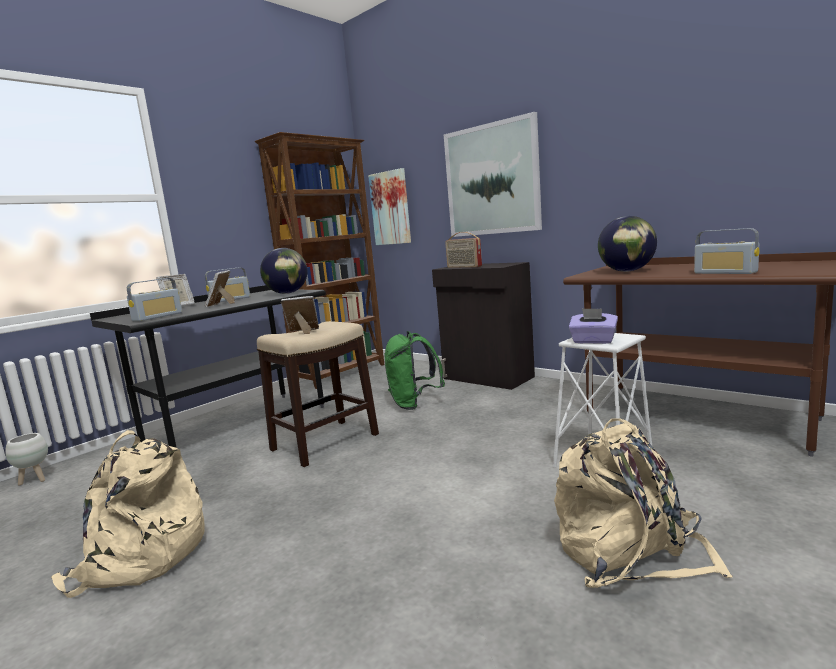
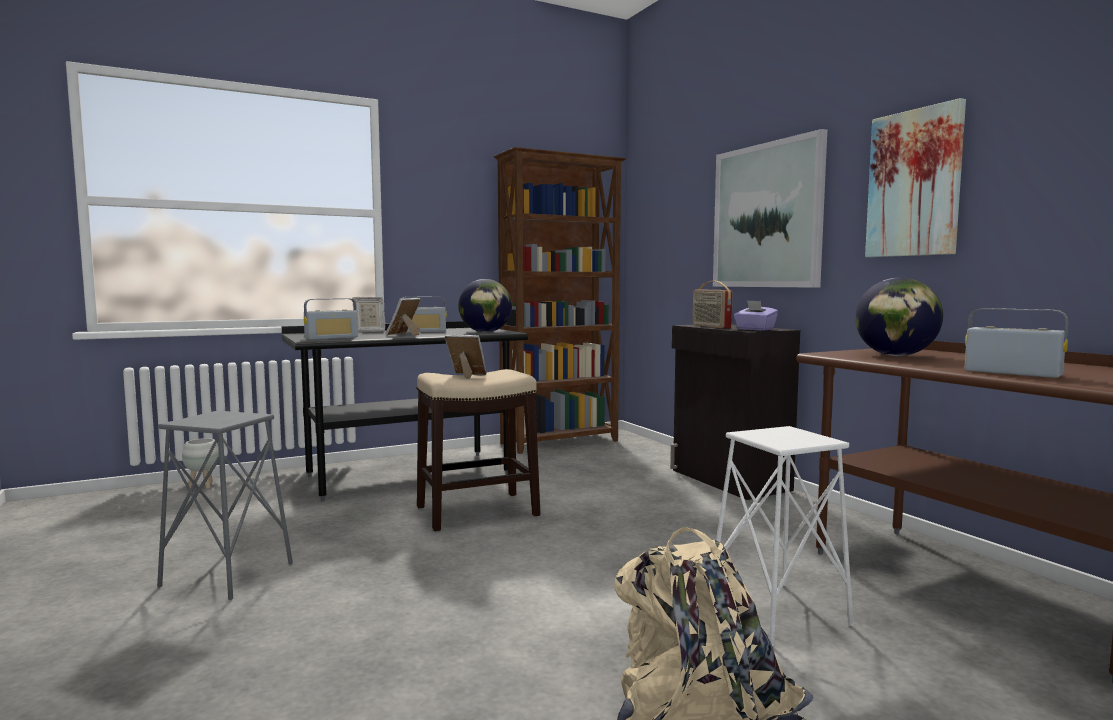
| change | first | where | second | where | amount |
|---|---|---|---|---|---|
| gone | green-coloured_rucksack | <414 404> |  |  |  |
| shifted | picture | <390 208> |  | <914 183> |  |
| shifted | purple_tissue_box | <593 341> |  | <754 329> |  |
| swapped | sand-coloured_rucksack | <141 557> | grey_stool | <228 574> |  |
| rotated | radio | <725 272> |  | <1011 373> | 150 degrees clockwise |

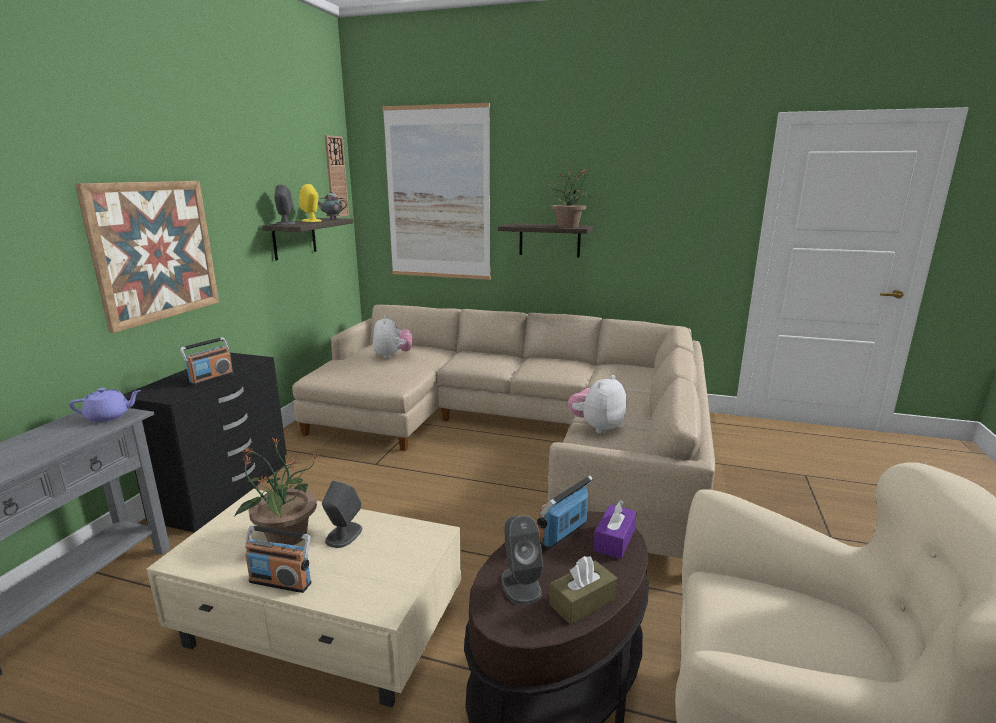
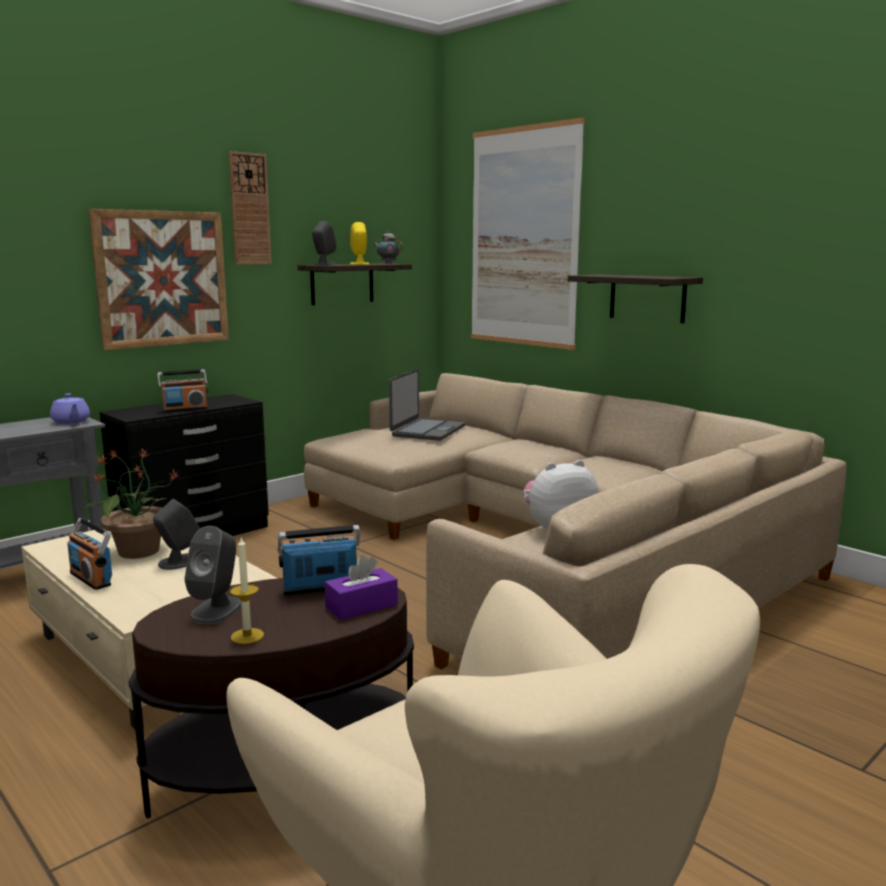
| change | first | where | second | where | amount |
|---|---|---|---|---|---|
| gone | potted_plant | <568 226> |  |  |  |
| shifted | hanging_clock | <336 177> |  | <249 209> |  |
| swapped | cuddly_toy | <393 356> | portable_computer | <427 431> |  |
| swapped | brownish_tissue_box | <582 602> | candle | <247 636> |  |
| rotated | purple_teapot | <109 416> |  | <71 422> | 45 degrees clockwise |

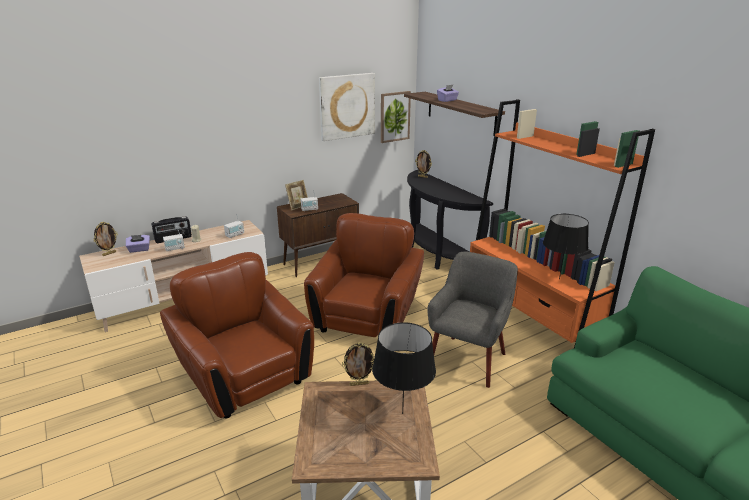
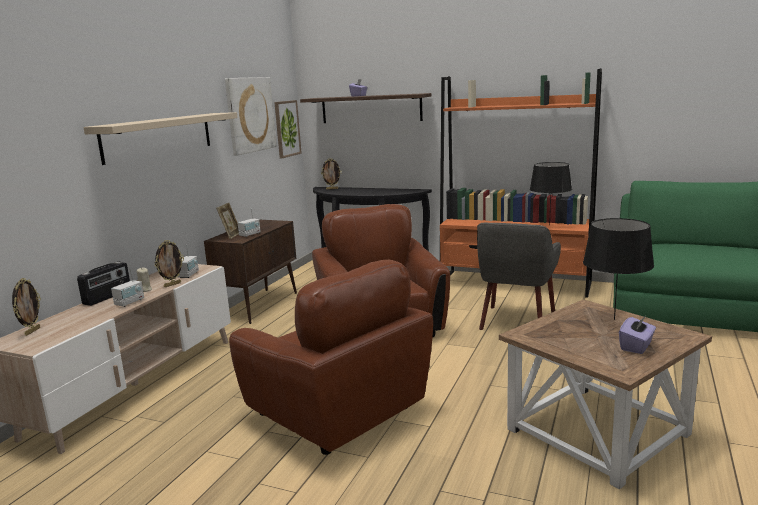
| change | first | where | second | where | amount |
|---|---|---|---|---|---|
| new |  |  | sand-coloured_wall_shelf | <159 136> |  |
| shifted | purple_tissue_box | <139 249> |  | <636 346> |  |
| shifted | picture_frame | <359 384> |  | <172 284> |  |
| rotated | brownish_easy_chair | <244 377> |  | <336 412> | 150 degrees counterclockwise |
| rotated | grey_easy_chair | <468 360> |  | <516 321> | 150 degrees counterclockwise |

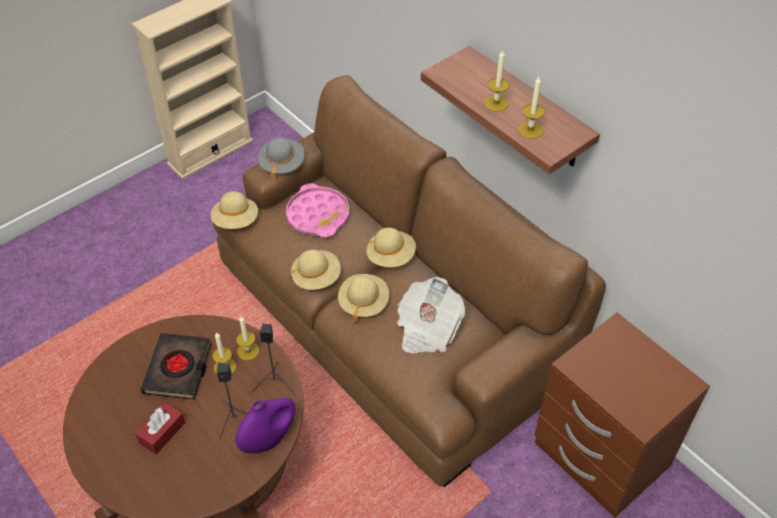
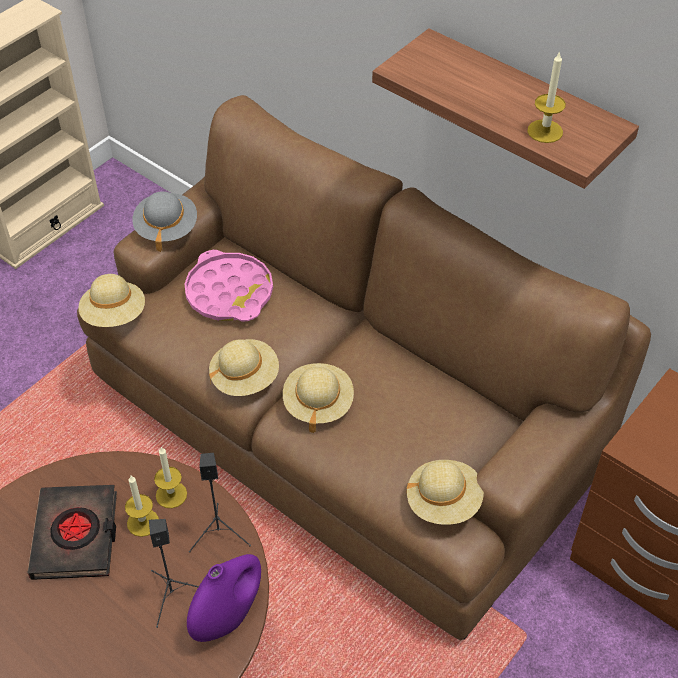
| change | first | where | second | where | amount |
|---|---|---|---|---|---|
| gone | red_tissue_box | <162 432> |  |  |  |
| gone | printed_paper | <427 329> |  |  |  |
| gone | candle | <496 103> |  |  |  |
| shifted | sand-coloured_wearable_hat | <391 256> |  | <443 501> |  |

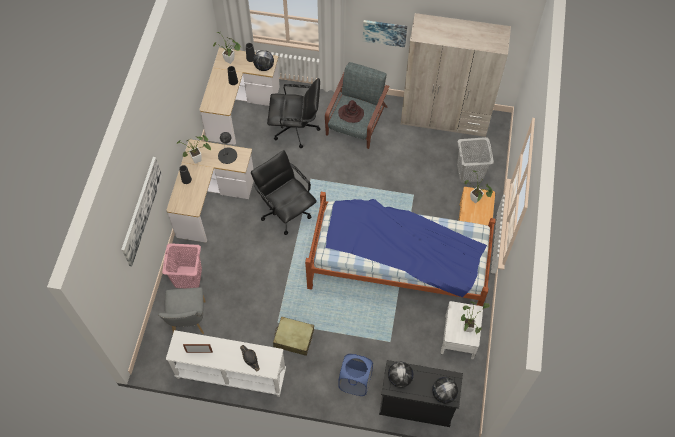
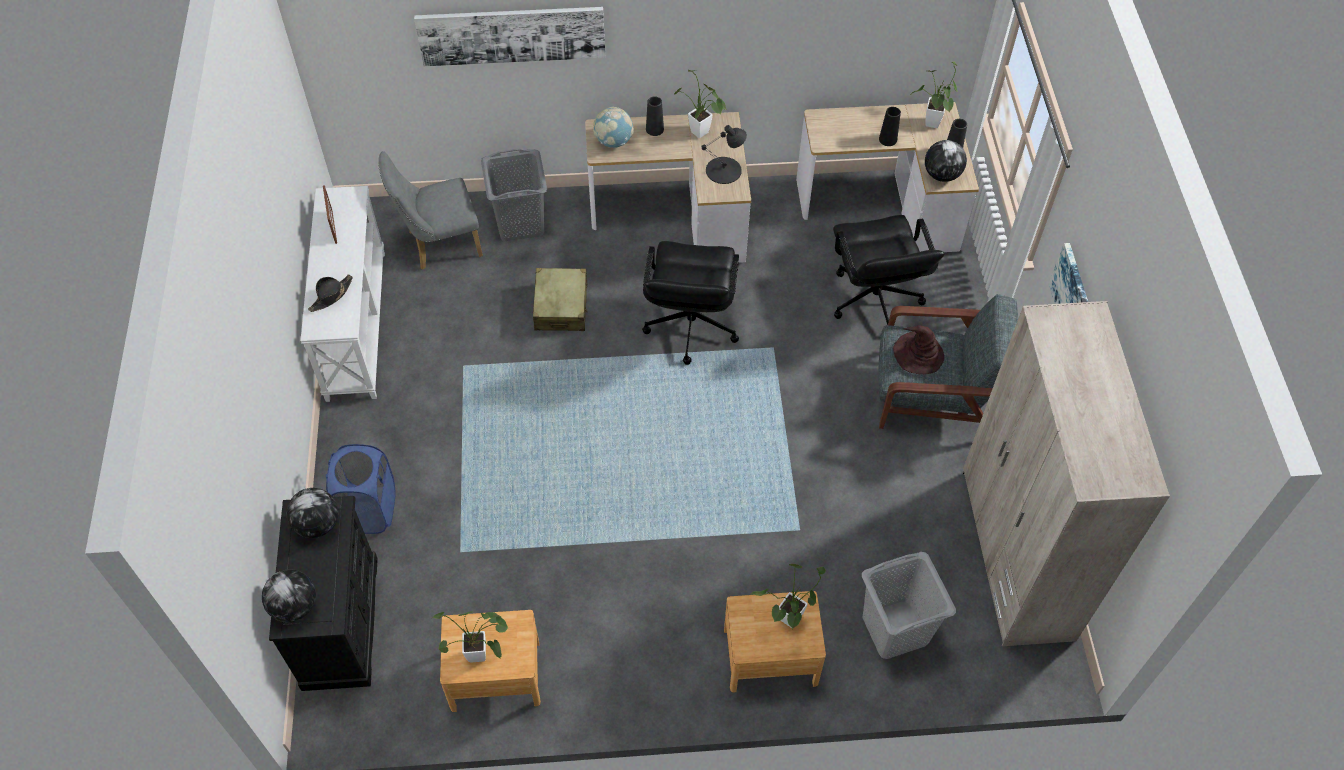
| change | first | where | second | where | amount |
|---|---|---|---|---|---|
| gone | bedroom_bed | <397 267> |  |  |  |
| new |  |  | world_globe | <614 141> |  |
| shifted | sand-coloured_suitcase | <293 338> |  | <561 307> |  |
| repainted | pinkish_hamper | <188 277> | grey_hamper | <520 223> |  |
| repainted | white_nightstand | <459 337> | brownish_nightstand | <495 675> |  |
| rotated | black-coloured_computer_chair | <286 211> |  | <690 326> | 150 degrees clockwise |

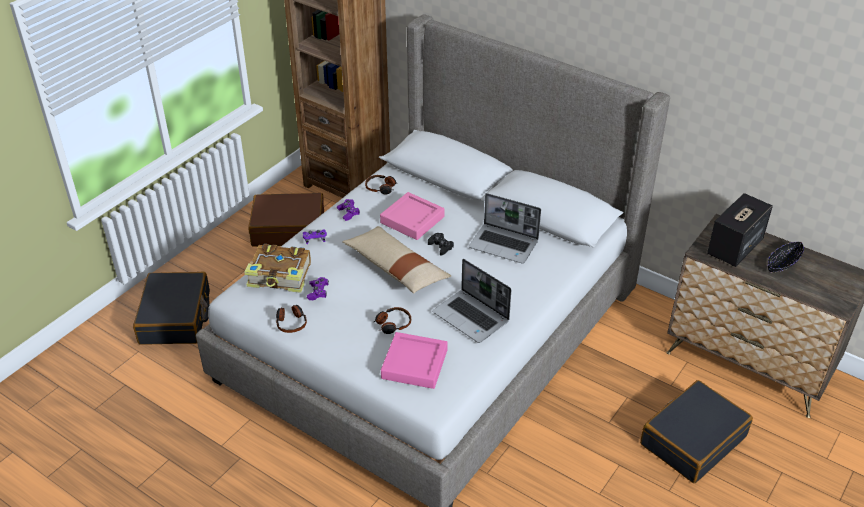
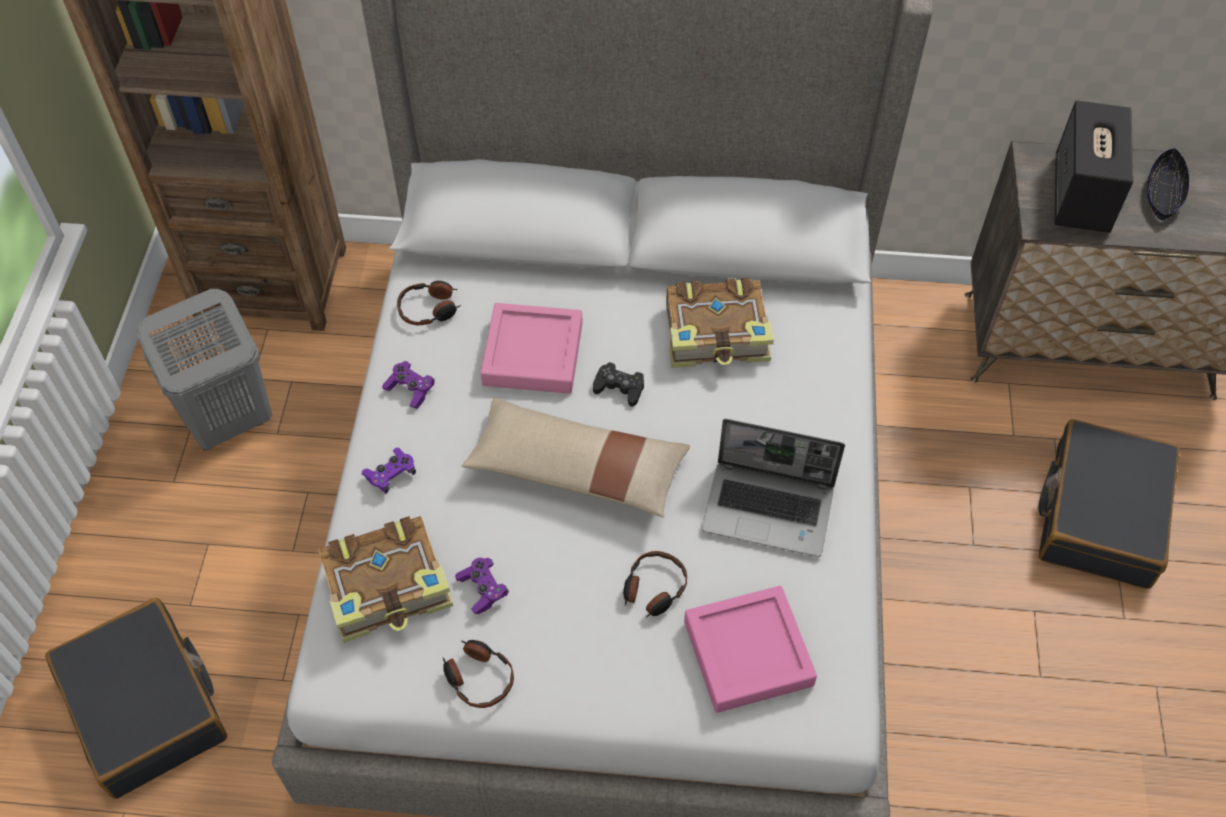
| change | first | where | second | where | amount |
|---|---|---|---|---|---|
| swapped | brownish_suitcase | <288 229> | grey_hamper | <229 422> |  |
| swapped | portable_computer | <504 244> | volume | <717 335> |  |

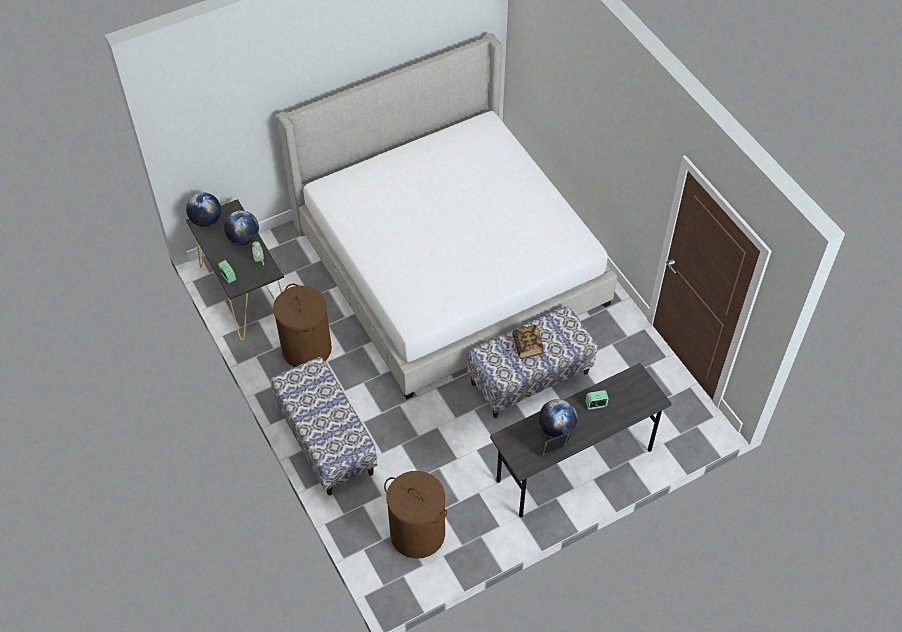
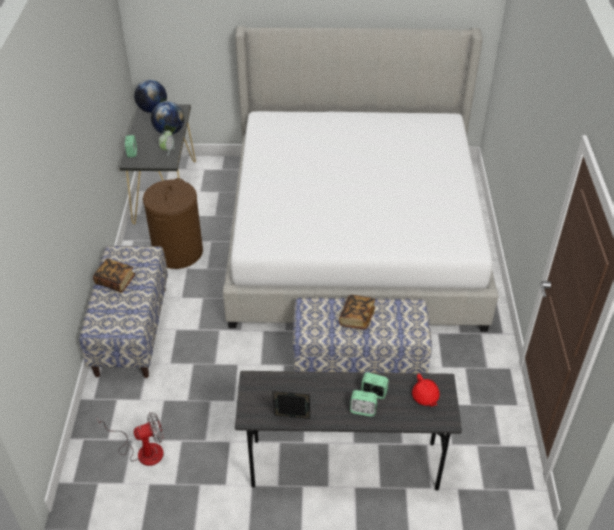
| change | first | where | second | where | amount |
|---|---|---|---|---|---|
| gone | world_globe | <556 428> |  |  |  |
| new |  |  | volume | <115 281> |  |
| new |  |  | bedside_clock | <363 410> |  |
| new |  |  | red_teapot | <425 398> |  |
| swapped | brownish_hamper | <417 534> | electric_fan | <142 450> |  |

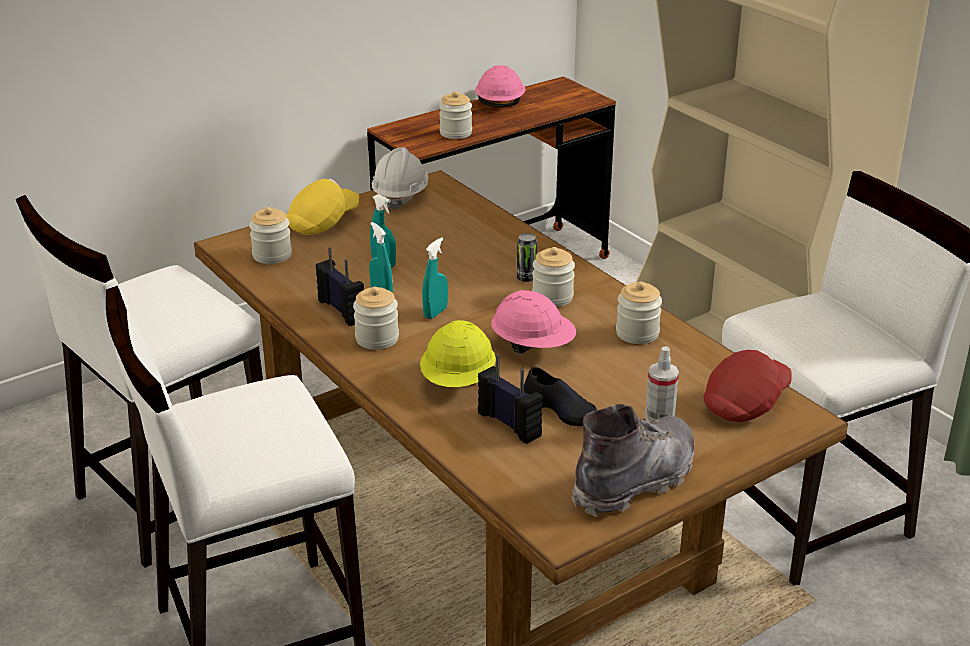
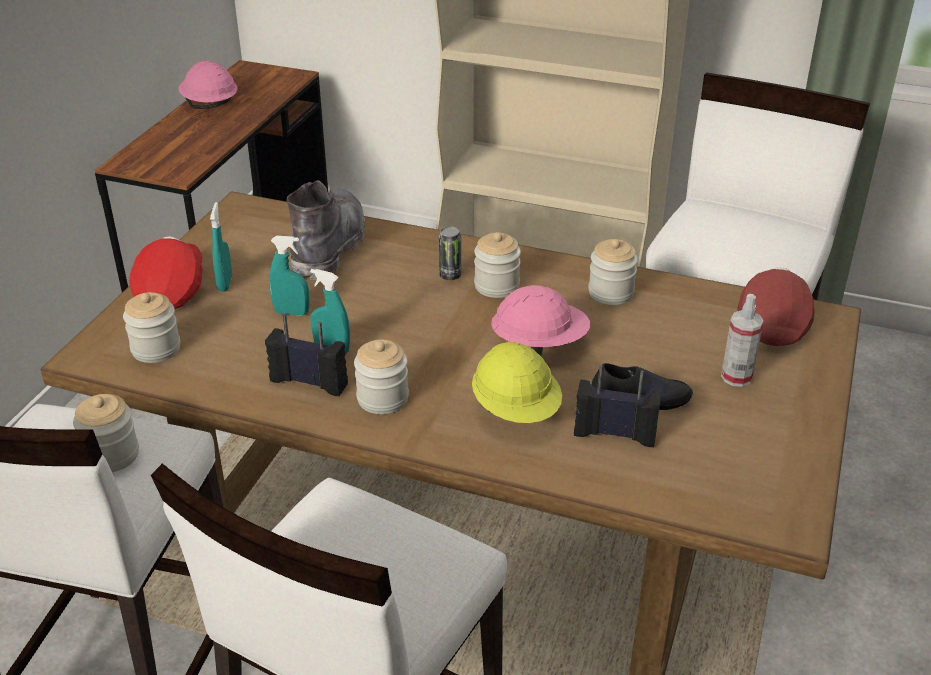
| change | first | where | second | where | amount |
|---|---|---|---|---|---|
| gone | white_hard_hat | <400 196> |  |  |  |
| shifted | turquoise_spray_bottle | <435 313> |  | <225 283> |  |
| shifted | preserve_jar | <455 133> |  | <111 455> |  |
| shifted | grey_high-top_boot | <635 481> |  | <329 248> |  |
| repainted | yellow-coloured_peaked_cap | <323 223> | red_peaked_cap | <172 291> |  |

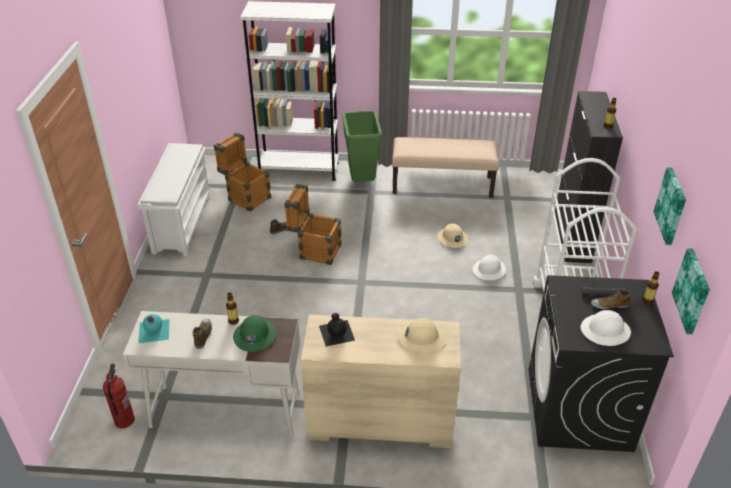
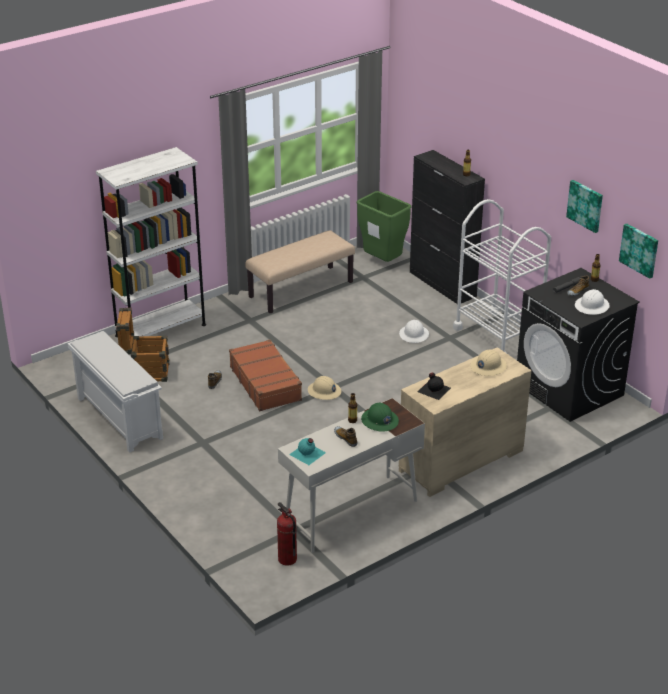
| change | first | where | second | where | amount |
|---|---|---|---|---|---|
| shifted | green-coloured_waste_bin | <362 181> |  | <383 262> |  |
| shifted | sand-coloured_hard_hat | <452 238> |  | <324 391> |  |
| swapped | crate | <315 250> | brownish_suitcase | <266 383> |  |

